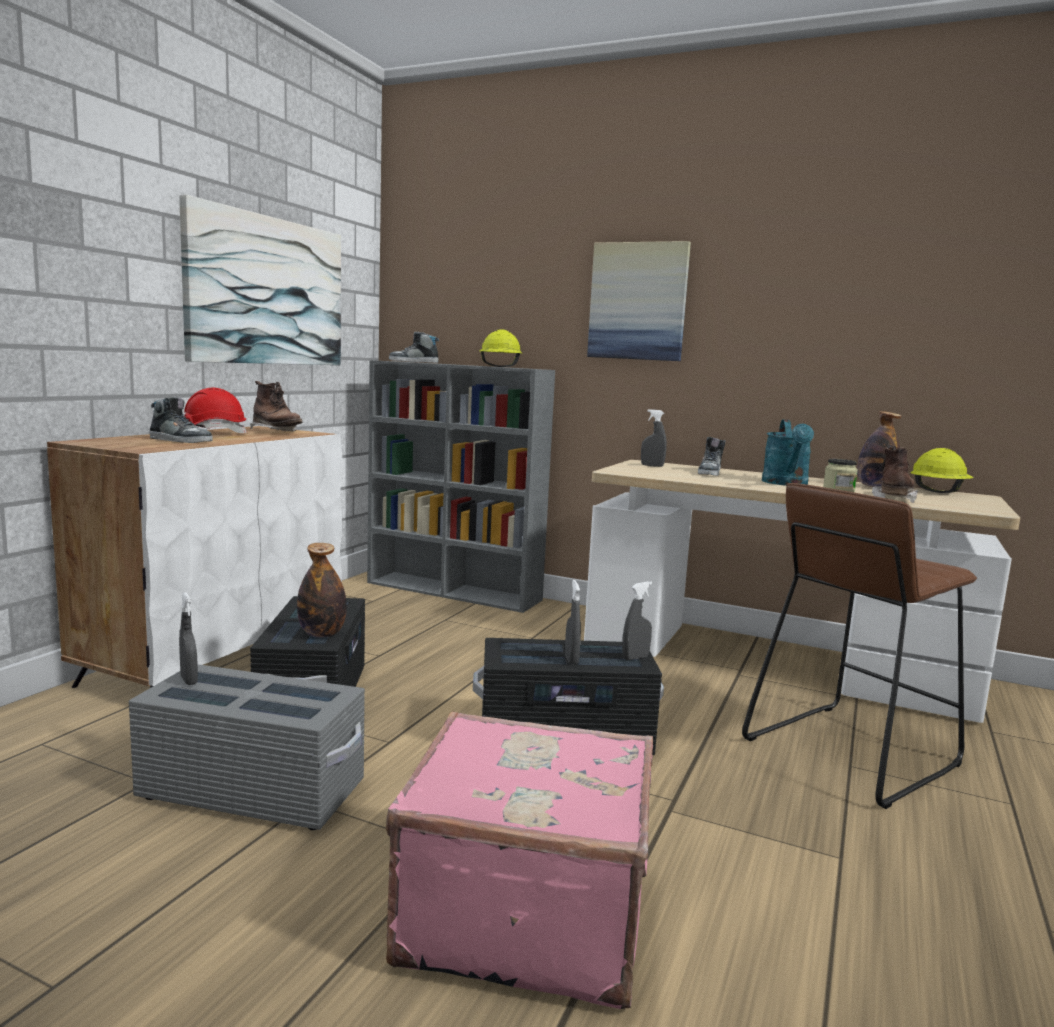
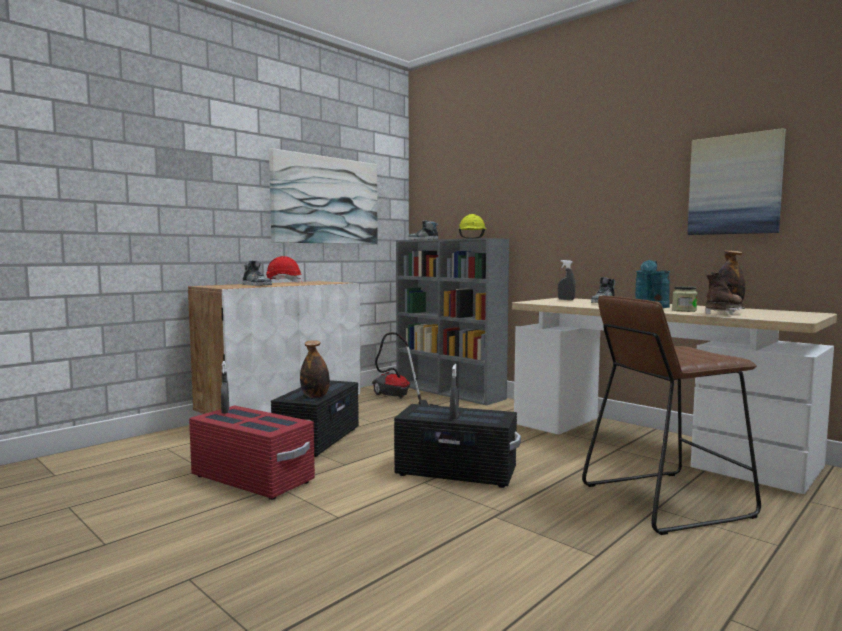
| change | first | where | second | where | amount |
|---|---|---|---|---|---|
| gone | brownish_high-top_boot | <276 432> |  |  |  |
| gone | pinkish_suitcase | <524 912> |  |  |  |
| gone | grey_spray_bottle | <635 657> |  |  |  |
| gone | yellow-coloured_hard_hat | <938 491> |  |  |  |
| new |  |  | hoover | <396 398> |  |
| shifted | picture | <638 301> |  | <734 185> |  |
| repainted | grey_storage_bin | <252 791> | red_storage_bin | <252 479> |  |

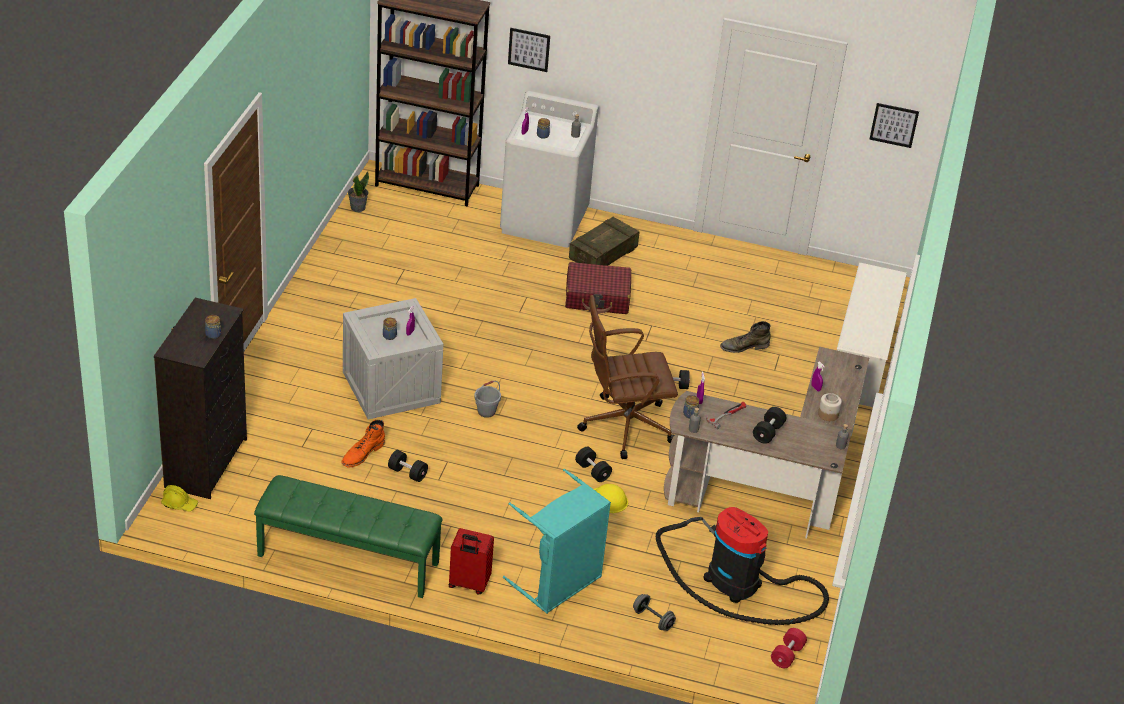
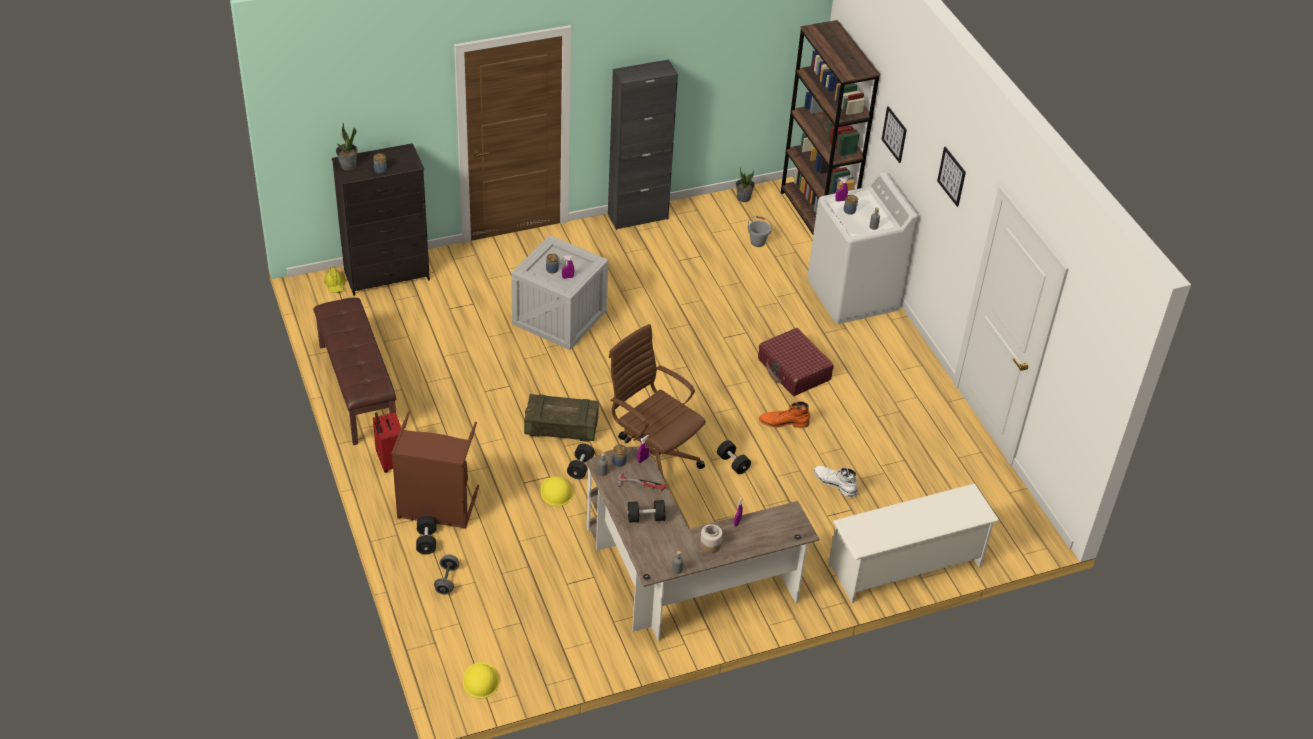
| change | first | where | second | where | amount |
|---|---|---|---|---|---|
| gone | hoover | <738 585> |  |  |  |
| new |  |  | potted_plant | <348 165> |  |
| new |  |  | black-coloured_cabinet | <638 217> |  |
| shifted | orange_high-top_boot | <362 454> |  | <783 422> |  |
| shifted | black-coloured_hand_weight | <407 473> |  | <426 541> |  |
| shifted | grey_water_bucket | <486 411> |  | <758 242> |  |
| shifted | crate | <602 255> |  | <561 426> |  |
| shifted | picture | <894 125> |  | <952 176> |  |
| swapped | red_hand_weight | <787 655> | yellow-coloured_hard_hat | <480 680> |  |
| repainted | green-coloured_long_seat | <347 560> | brownish_long_seat | <356 389> |  |
| repainted | turquoise_hamper | <559 584> | brownish_hamper | <436 509> |  |
| repainted | green-coloured_high-top_boot | <744 346> | white_high-top_boot | <835 483> |  |

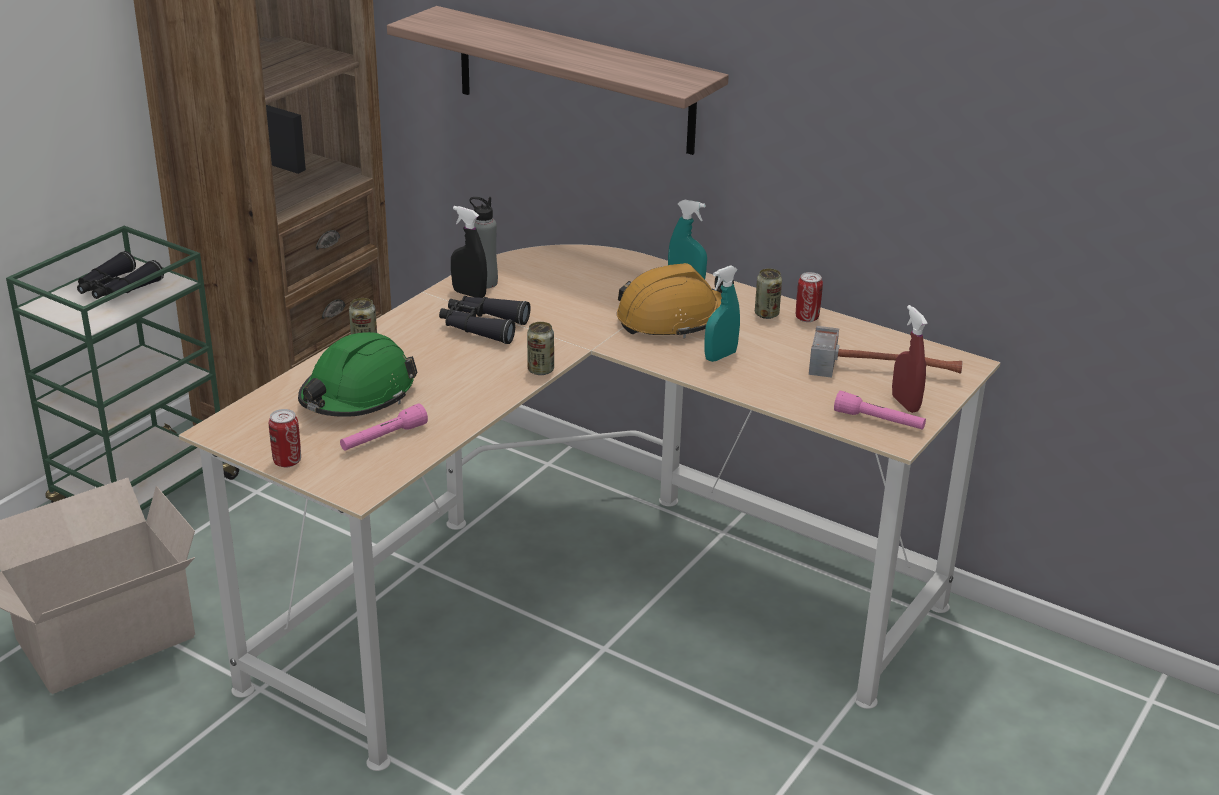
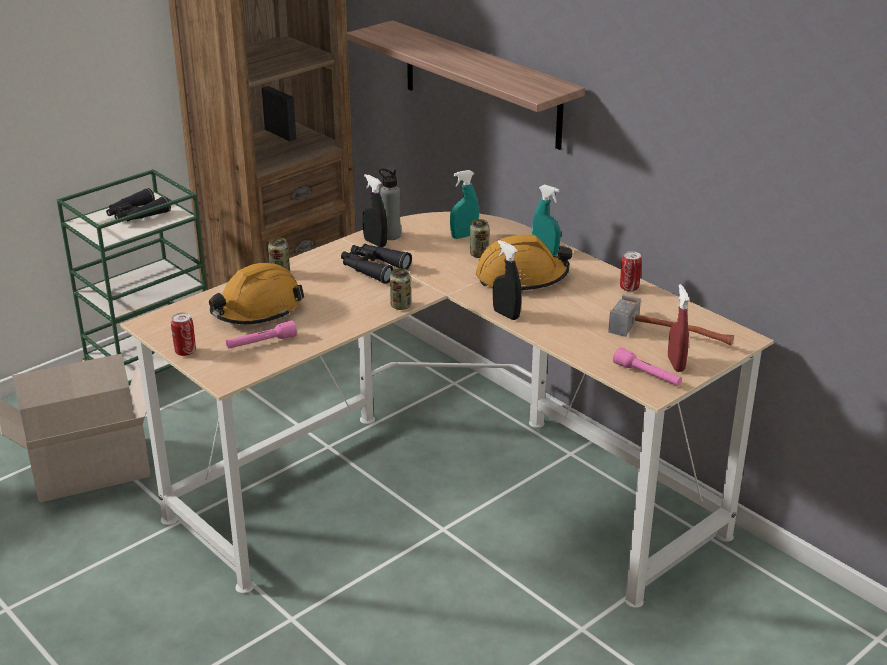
| change | first | where | second | where | amount |
|---|---|---|---|---|---|
| new |  |  | black-coloured_spray_bottle | <506 314> |  |
| shifted | turquoise_spray_bottle | <720 356> |  | <464 236> |  |
| shifted | metal_can | <766 314> |  | <479 254> |  |
| repainted | green-coloured_hard_hat | <357 395> | orange_hard_hat | <257 310> |  |

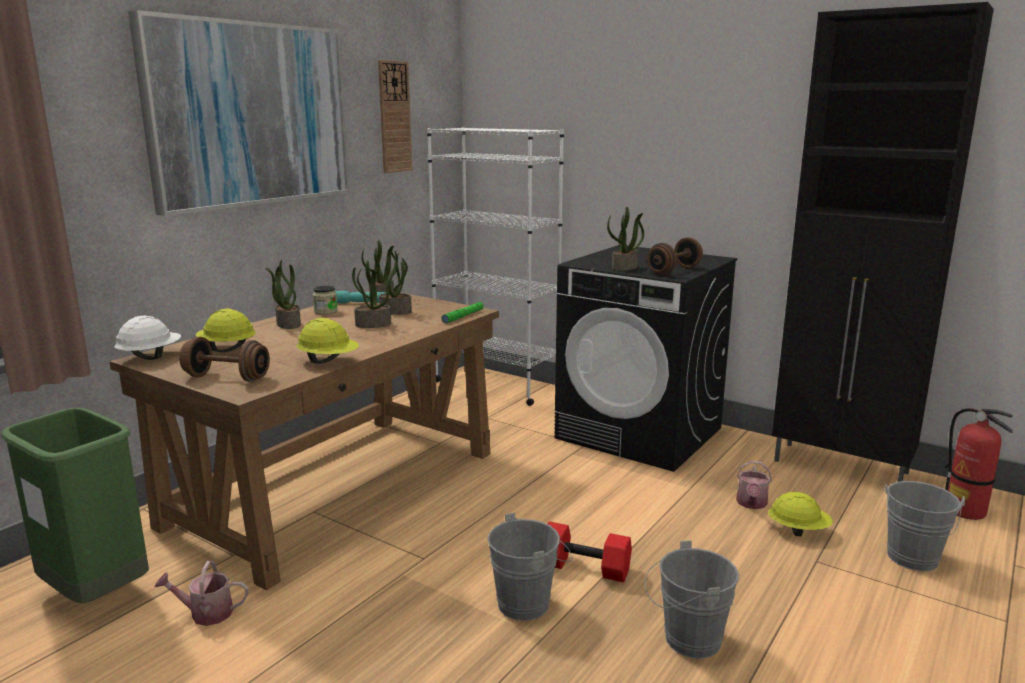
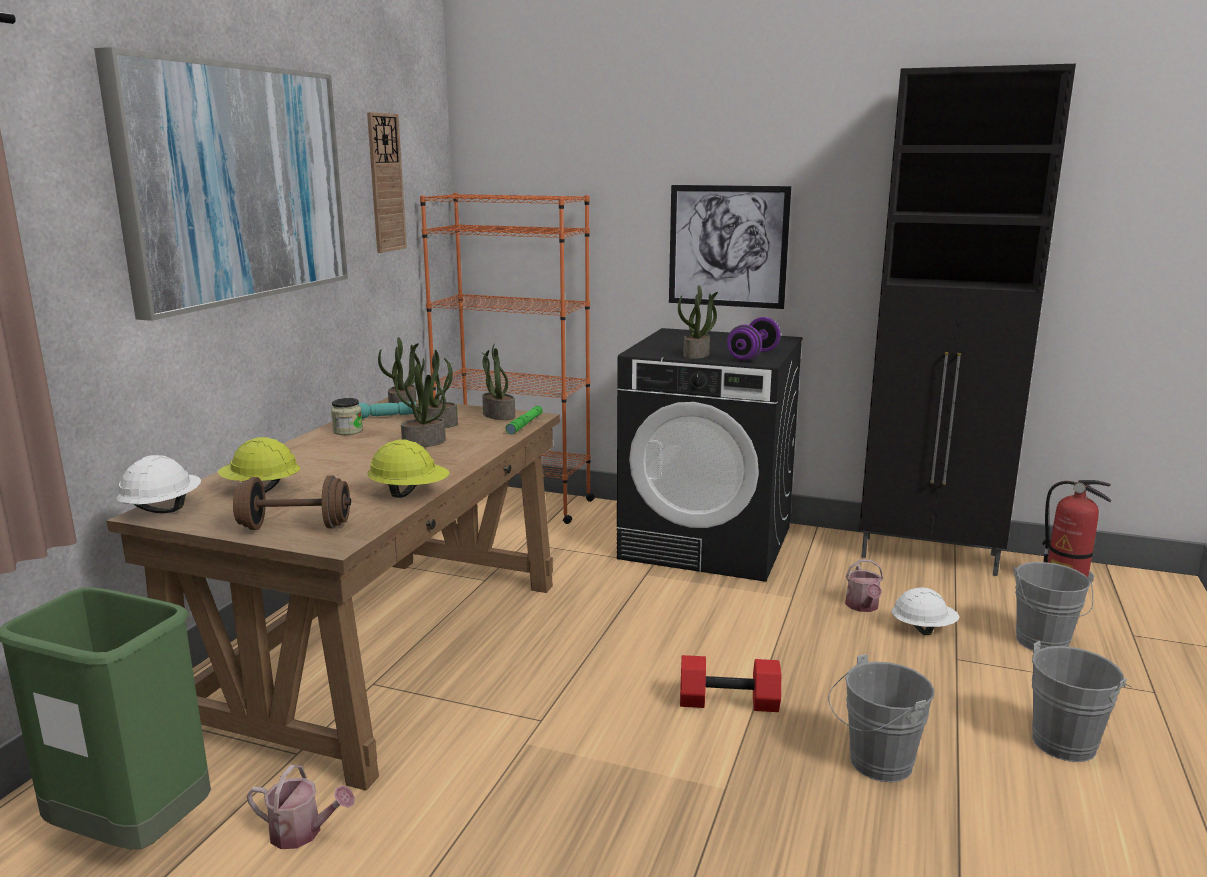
| change | first | where | second | where | amount |
|---|---|---|---|---|---|
| new |  |  | picture | <727 246> |  |
| shifted | potted_plant | <288 324> |  | <498 415> |  |
| shifted | grey_water_bucket | <529 603> |  | <1067 741> |  |
| repainted | white_shelving_unit | <496 384> | orange_shelving_unit | <515 502> |  |
| repainted | brownish_hand_weight | <674 271> | purple_hand_weight | <753 355> |  |
| repainted | yellow-coloured_hard_hat | <798 530> | white_hard_hat | <923 629> |  |
| rotated | watering_pot | <206 613> |  | <302 832> | 150 degrees counterclockwise |

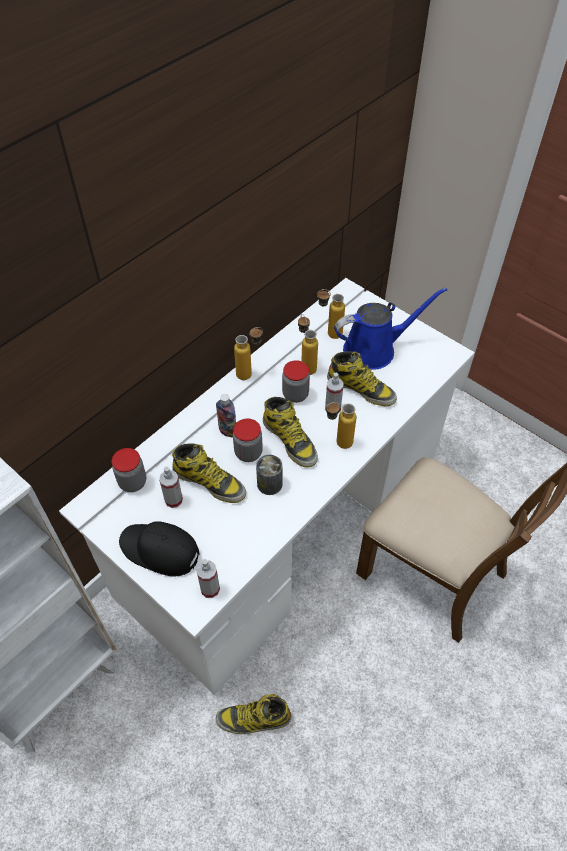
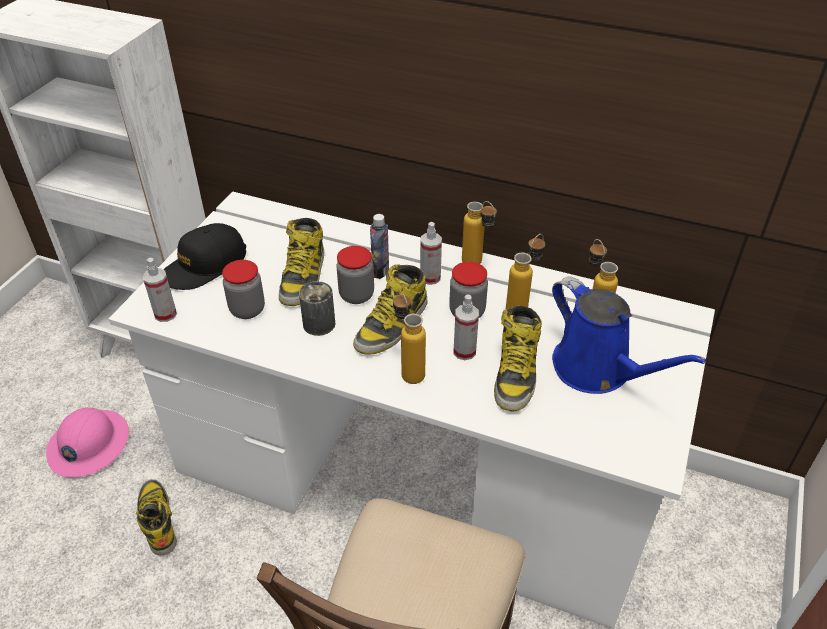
| change | first | where | second | where | amount |
|---|---|---|---|---|---|
| new |  |  | pinkish_hard_hat | <88 444> |  |
| shifted | preserve_jar | <132 482> |  | <247 310> |  |
| shifted | spray_bottle | <173 500> |  | <430 277> |  |
| rotated | black-coloured_peaked_cap | <160 550> |  | <204 266> | 135 degrees counterclockwise |

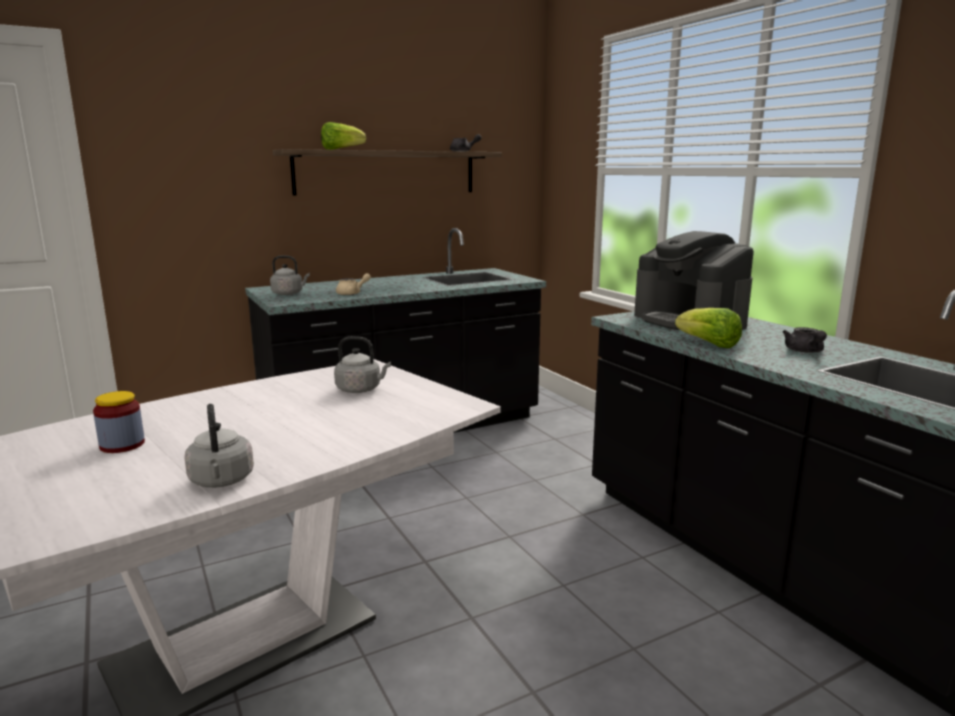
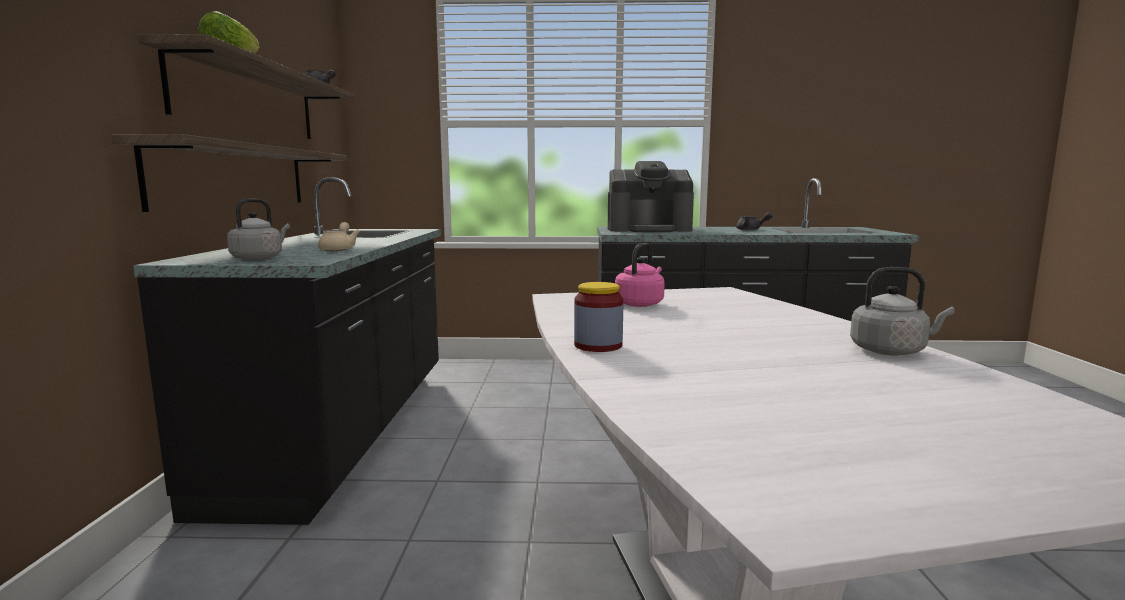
| change | first | where | second | where | amount |
|---|---|---|---|---|---|
| gone | lettuce | <708 344> |  |  |  |
| new |  |  | wall_shelf | <235 177> |  |
| shifted | preserve_jar | <122 445> |  | <598 345> |  |
| repainted | grey_water_kettle | <361 389> | pinkish_water_kettle | <640 304> |  |

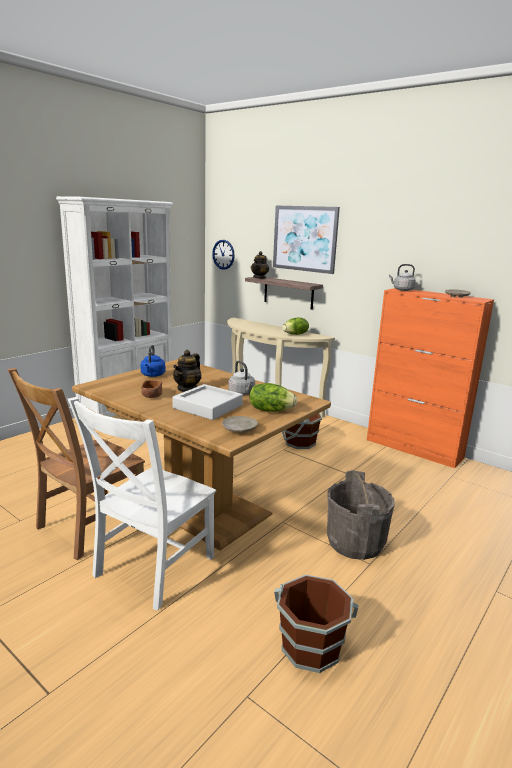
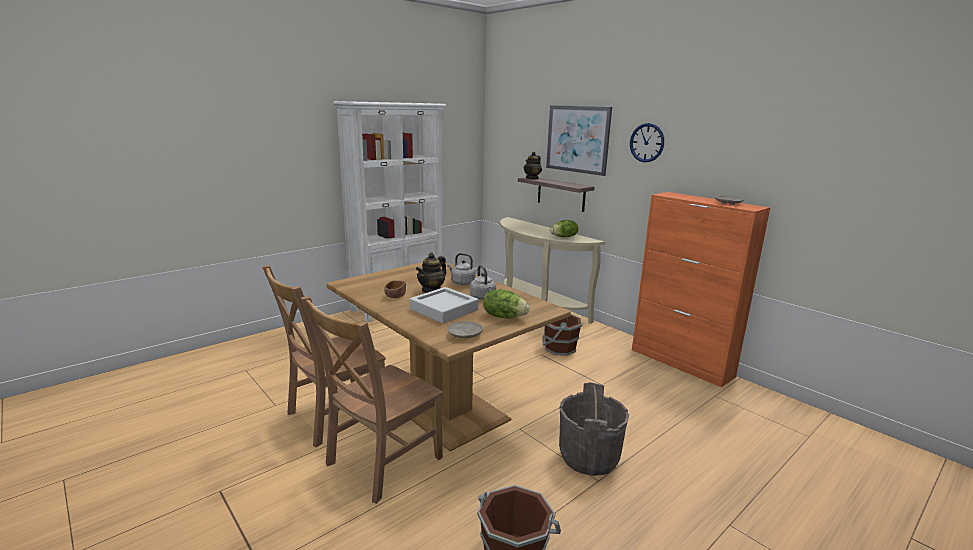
| change | first | where | second | where | amount |
|---|---|---|---|---|---|
| gone | blue-coloured_water_kettle | <152 375> |  |  |  |
| shifted | hanging_clock | <223 254> |  | <647 142> |  |
| shifted | grey_water_kettle | <402 290> |  | <461 282> |  |
| repainted | white_upright_chair | <151 569> | brownish_upright_chair | <380 463> |  |

